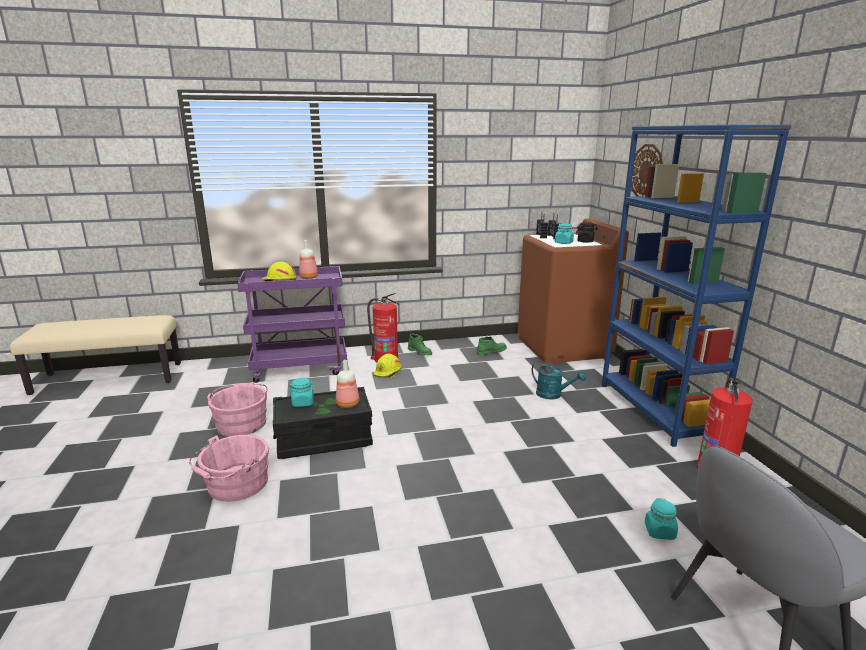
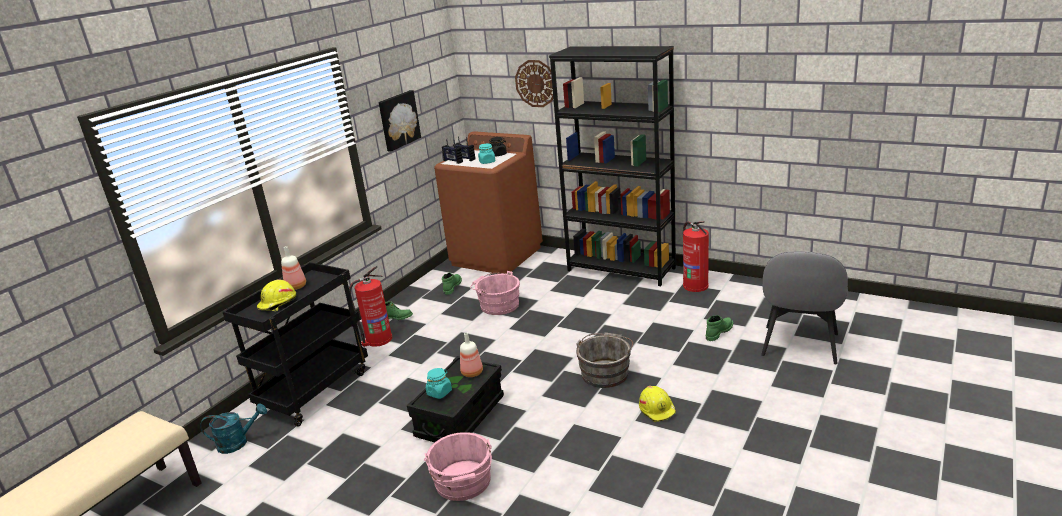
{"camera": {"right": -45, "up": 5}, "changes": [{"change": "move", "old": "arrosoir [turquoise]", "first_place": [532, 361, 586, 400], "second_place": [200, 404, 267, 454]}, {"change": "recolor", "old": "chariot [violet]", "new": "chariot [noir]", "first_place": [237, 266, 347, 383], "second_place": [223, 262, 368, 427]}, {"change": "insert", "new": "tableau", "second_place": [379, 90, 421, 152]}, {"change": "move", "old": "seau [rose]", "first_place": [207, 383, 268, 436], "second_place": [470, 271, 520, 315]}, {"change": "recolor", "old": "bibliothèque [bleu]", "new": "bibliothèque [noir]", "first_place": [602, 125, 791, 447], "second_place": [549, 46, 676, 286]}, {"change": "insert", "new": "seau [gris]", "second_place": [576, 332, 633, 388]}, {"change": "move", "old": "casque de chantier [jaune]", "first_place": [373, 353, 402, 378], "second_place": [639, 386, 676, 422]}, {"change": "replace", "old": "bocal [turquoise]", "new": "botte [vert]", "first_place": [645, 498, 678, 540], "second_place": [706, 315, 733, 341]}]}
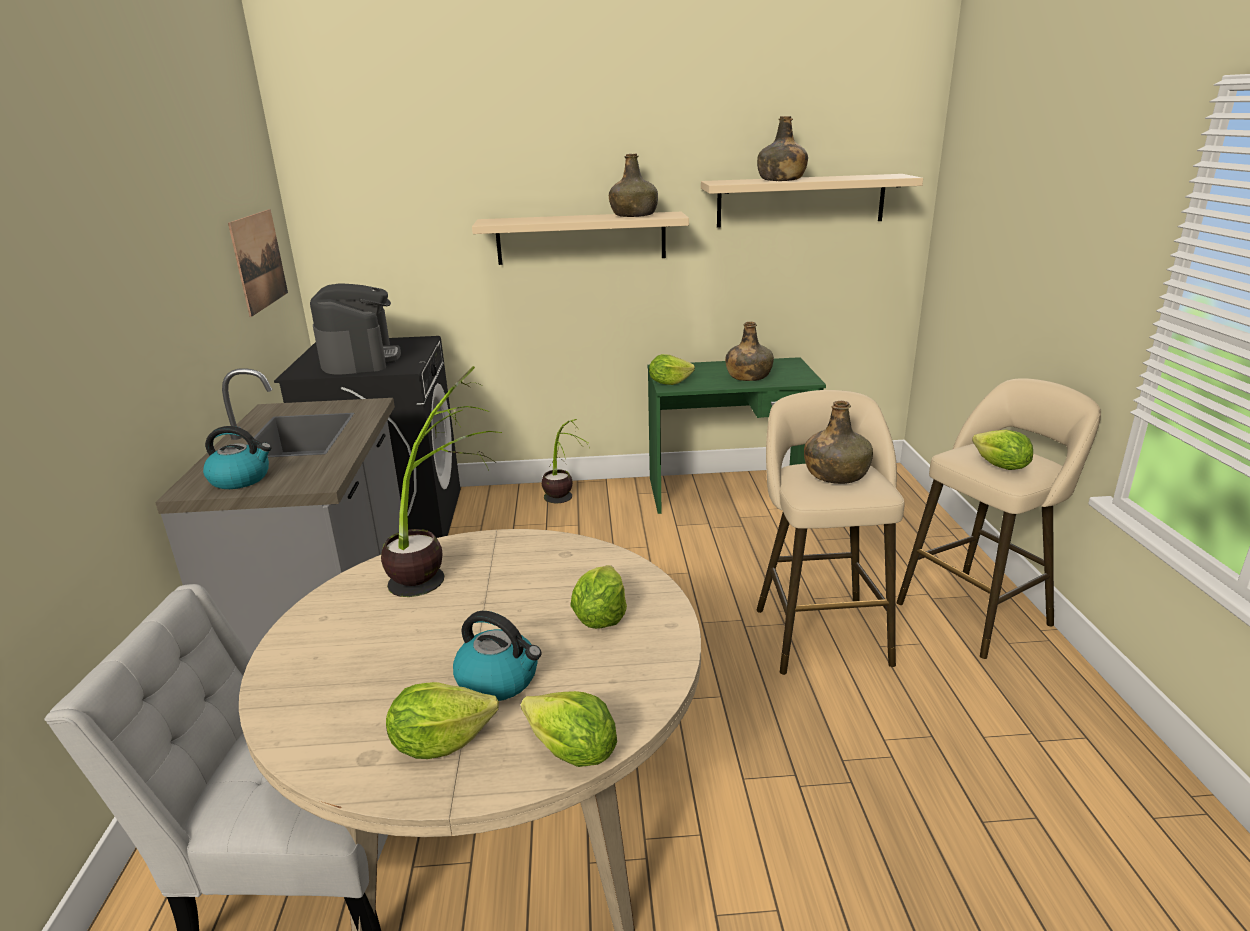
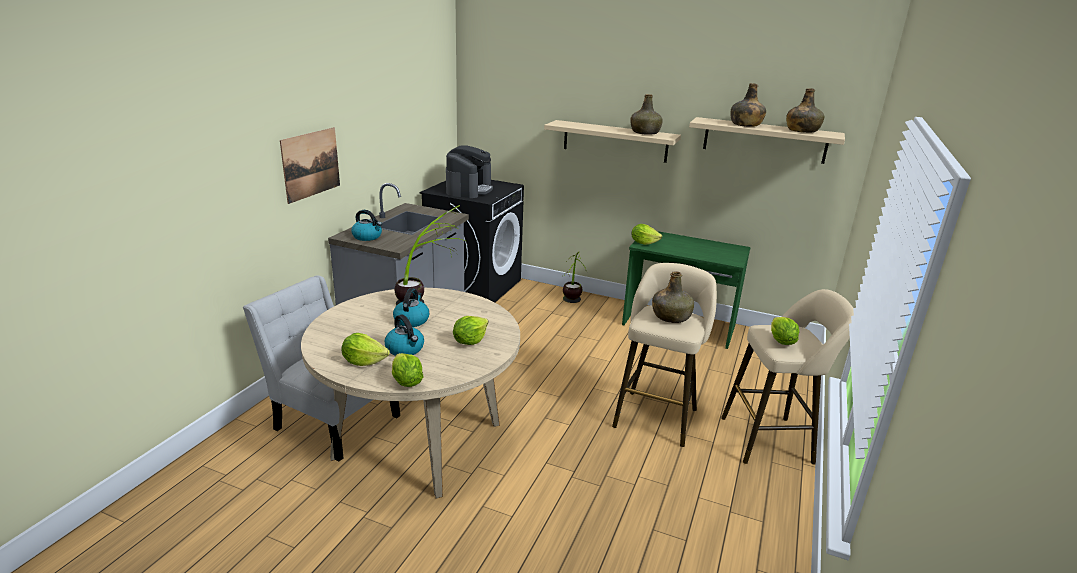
{"camera": {"right": 25, "up": 0}, "changes": [{"change": "move", "old": "tableau", "first_place": [228, 209, 288, 317], "second_place": [280, 127, 340, 204]}, {"change": "insert", "new": "bouilloire", "second_place": [393, 288, 429, 327]}, {"change": "move", "old": "bouteille [vert]", "first_place": [725, 322, 774, 381], "second_place": [786, 88, 824, 133]}]}
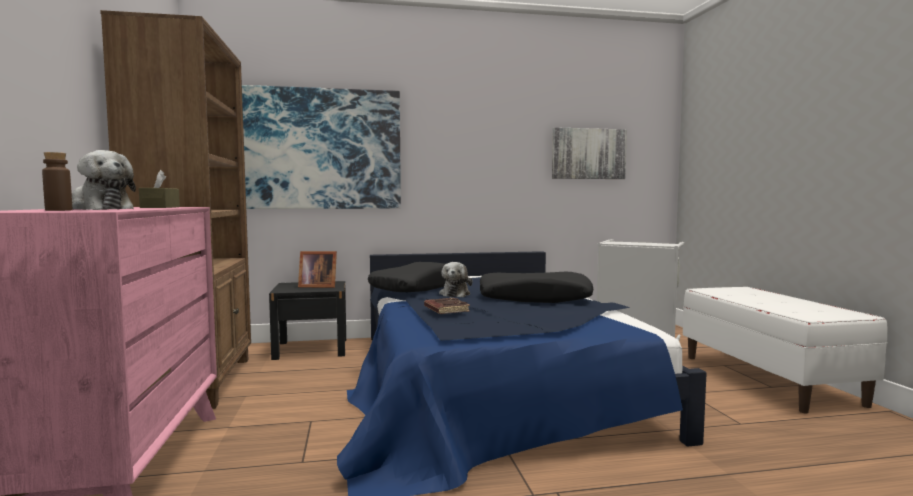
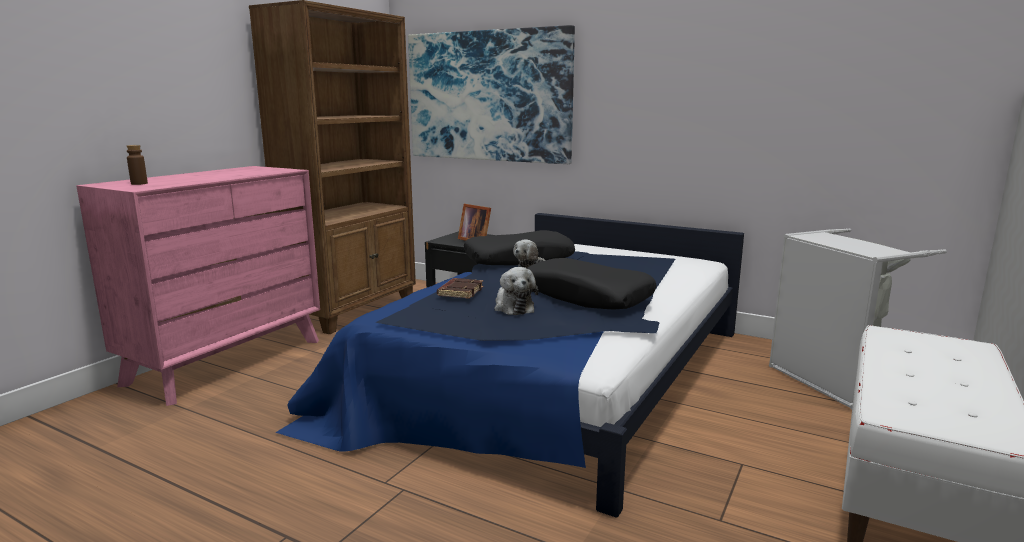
{"camera": {"right": 40, "up": 10}, "changes": [{"change": "move", "old": "peluche", "first_place": [72, 150, 136, 210], "second_place": [494, 267, 538, 315]}, {"change": "delete", "old": "boîte à mouchoirs [marron]", "first_place": [139, 170, 180, 208]}, {"change": "delete", "old": "tableau", "first_place": [552, 127, 627, 179]}]}
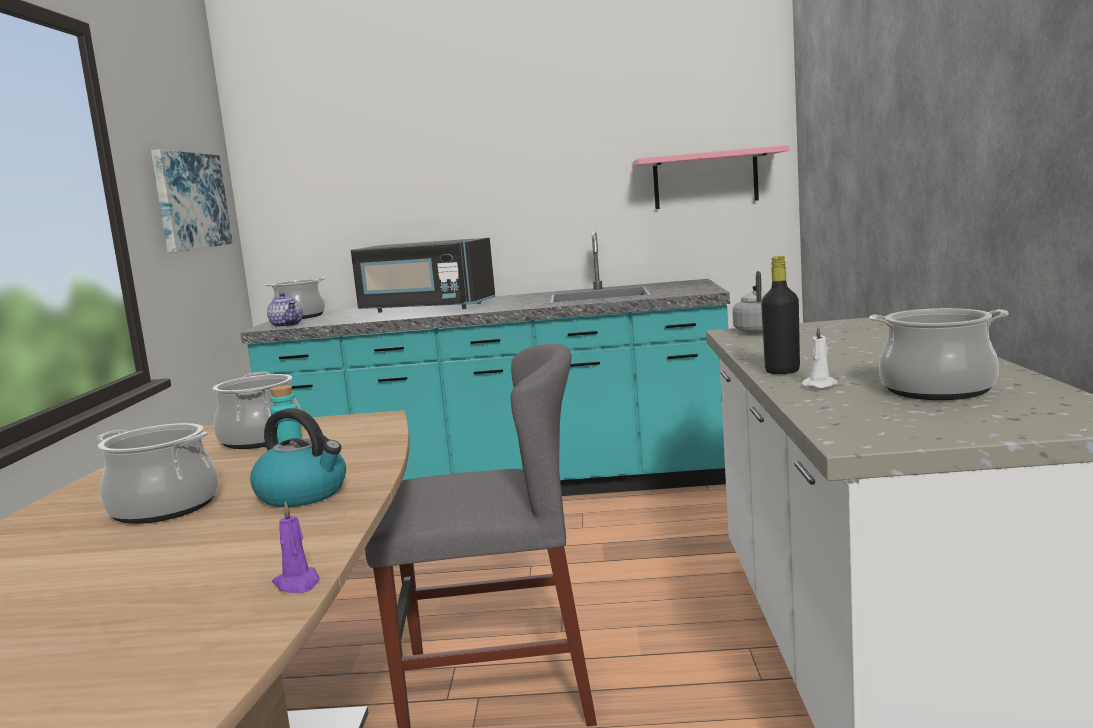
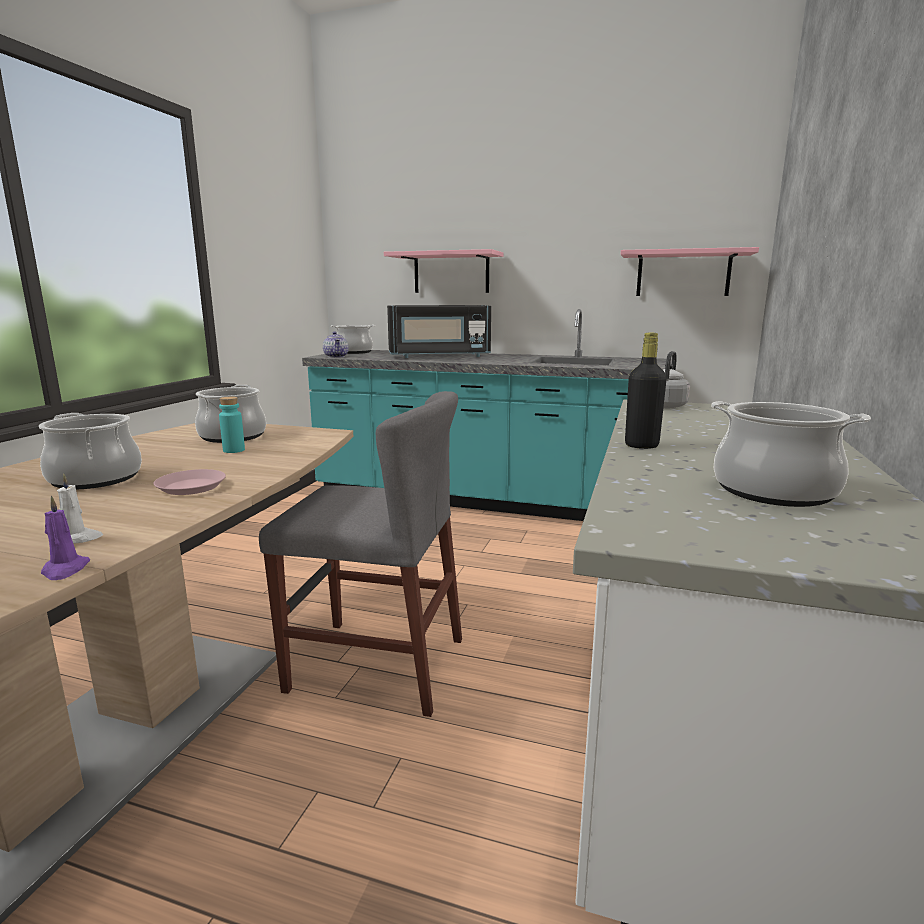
{"camera": {"right": 15, "up": 5}, "changes": [{"change": "move", "old": "bougie [blanc]", "first_place": [802, 324, 838, 388], "second_place": [57, 474, 103, 544]}, {"change": "replace", "old": "bouilloire", "new": "assiette [rose]", "first_place": [250, 408, 346, 507], "second_place": [153, 469, 226, 495]}, {"change": "insert", "new": "étagère [rose]", "second_place": [384, 249, 503, 293]}, {"change": "rotate", "old": "micro-ondes [noir]", "first_place": [351, 238, 495, 313], "second_place": [387, 305, 491, 358], "degrees": -45}, {"change": "delete", "old": "tableau", "first_place": [151, 149, 233, 253]}]}
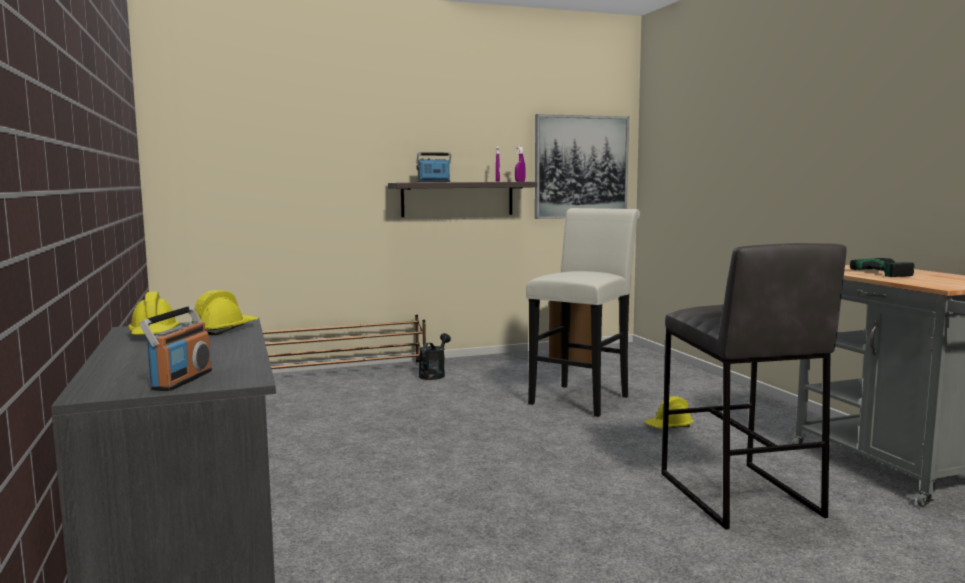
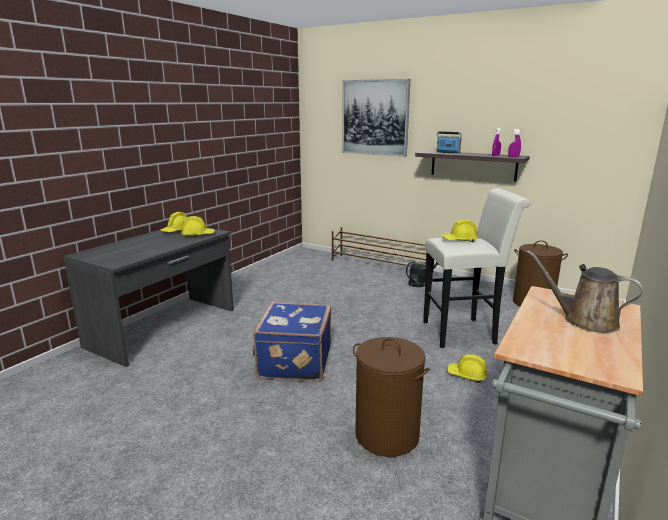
{"camera": {"right": 50, "up": 10}, "changes": [{"change": "insert", "new": "valise [bleu]", "second_place": [253, 302, 331, 382]}, {"change": "move", "old": "tableau", "first_place": [535, 114, 629, 219], "second_place": [342, 79, 411, 157]}, {"change": "replace", "old": "tabouret [gris]", "new": "panier à linge [marron]", "first_place": [661, 243, 846, 530], "second_place": [353, 337, 430, 457]}, {"change": "insert", "new": "casque de chantier [jaune]", "second_place": [442, 219, 478, 242]}, {"change": "replace", "old": "perceuse", "new": "arrosoir [marron]", "first_place": [850, 258, 914, 277], "second_place": [526, 251, 643, 333]}, {"change": "delete", "old": "radio", "first_place": [139, 306, 212, 391]}]}
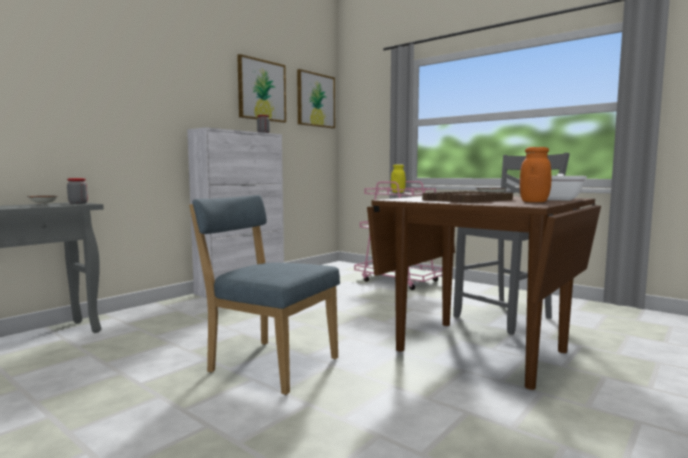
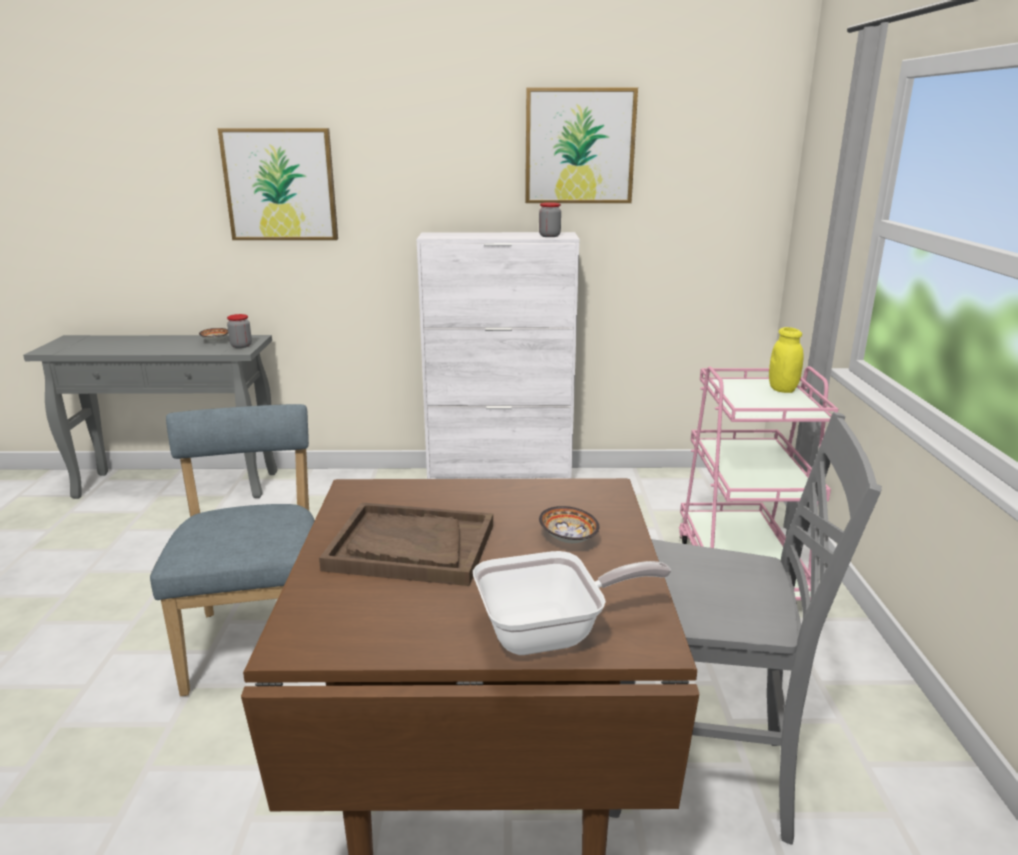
{"camera": {"right": 50, "up": 15}, "changes": [{"change": "move", "old": "tableau", "first_place": [297, 69, 335, 128], "second_place": [218, 128, 338, 240]}, {"change": "delete", "old": "bocal [orange]", "first_place": [520, 147, 551, 202]}]}
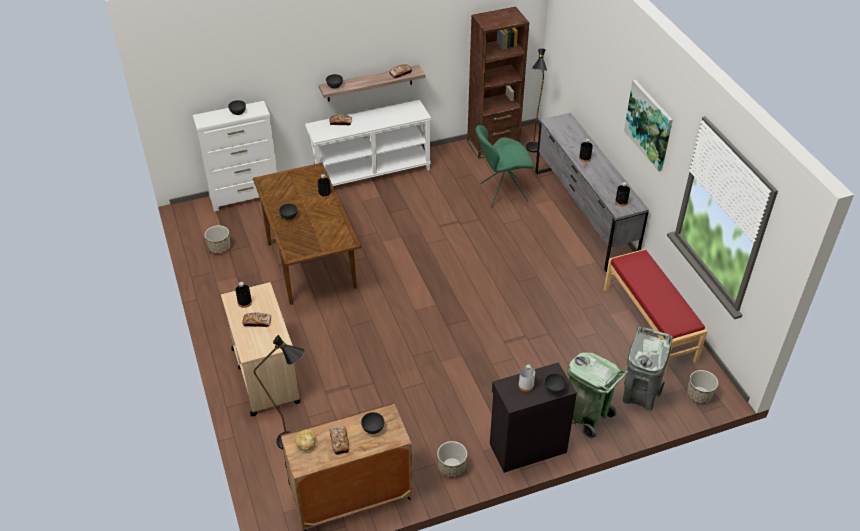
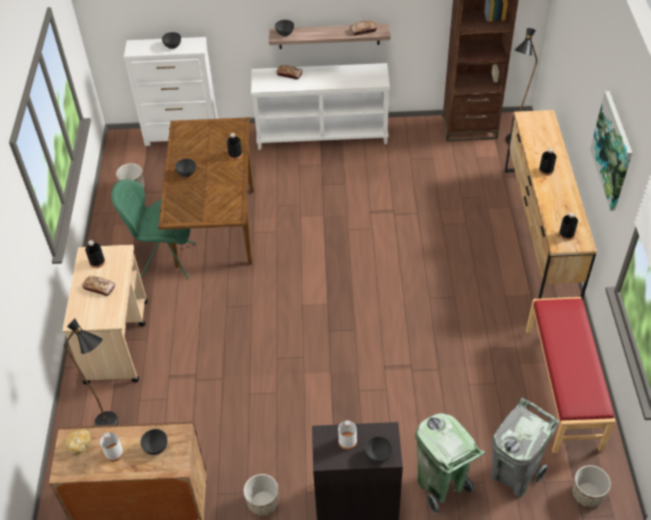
{"camera": {"right": 20, "up": 5}, "changes": [{"change": "replace", "old": "pain", "new": "bouteille [blanc]", "first_place": [329, 425, 349, 455], "second_place": [100, 432, 124, 462]}, {"change": "move", "old": "chaise [vert]", "first_place": [475, 125, 534, 207], "second_place": [111, 179, 196, 279]}, {"change": "recolor", "old": "commode [gris]", "new": "commode [marron]", "first_place": [535, 113, 649, 272], "second_place": [505, 110, 597, 300]}]}
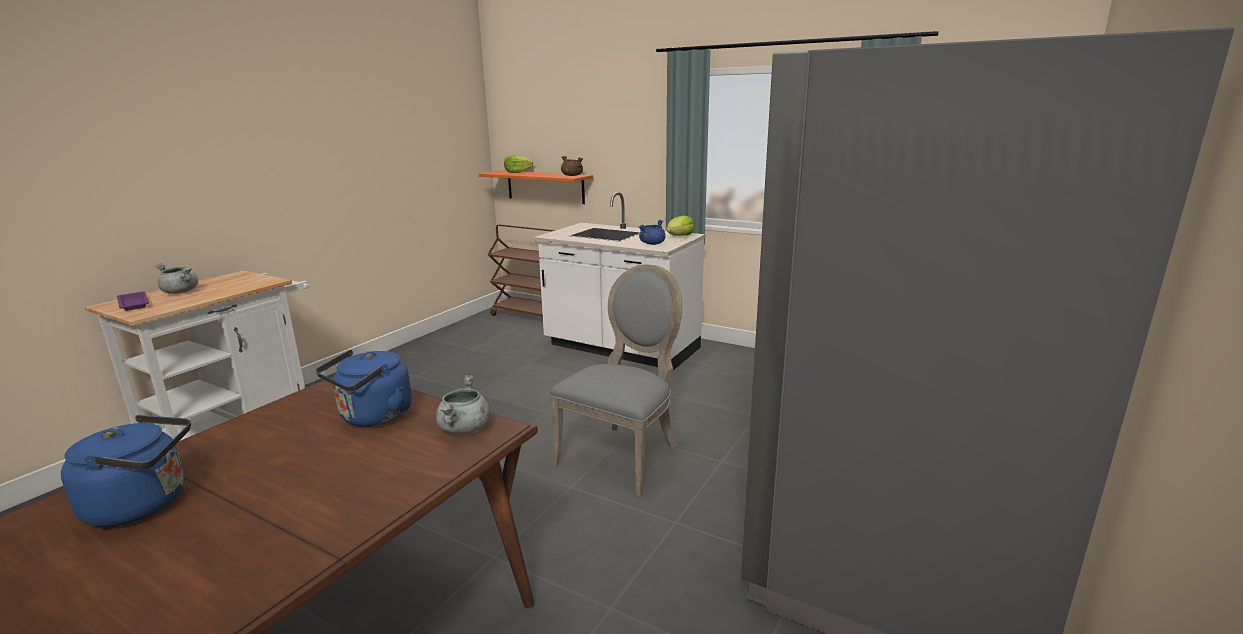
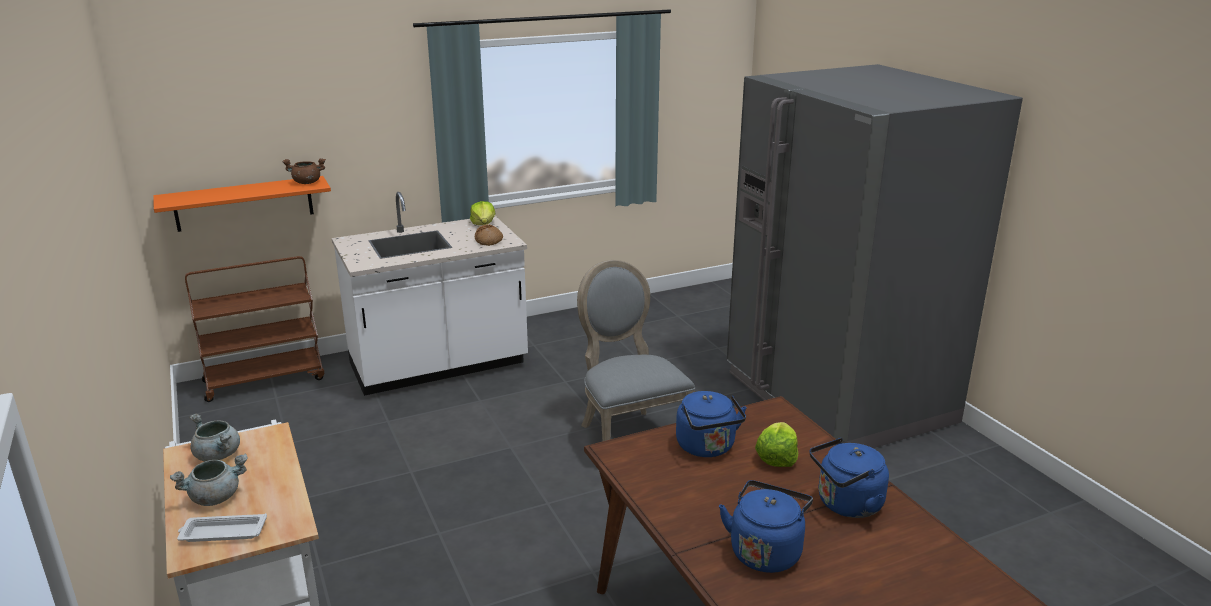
{"camera": {"right": -55, "up": 5}, "changes": [{"change": "recolor", "old": "plateau [violet]", "new": "plateau [blanc]", "first_place": [117, 291, 149, 311], "second_place": [177, 513, 267, 542]}, {"change": "move", "old": "marmite [gris]", "first_place": [436, 375, 490, 433], "second_place": [189, 414, 240, 462]}, {"change": "replace", "old": "marmite [bleu]", "new": "pain", "first_place": [639, 220, 666, 245], "second_place": [475, 224, 503, 246]}, {"change": "move", "old": "laitue", "first_place": [504, 156, 533, 173], "second_place": [755, 422, 798, 467]}, {"change": "insert", "new": "bouilloire [bleu]", "second_place": [809, 438, 889, 518]}]}
